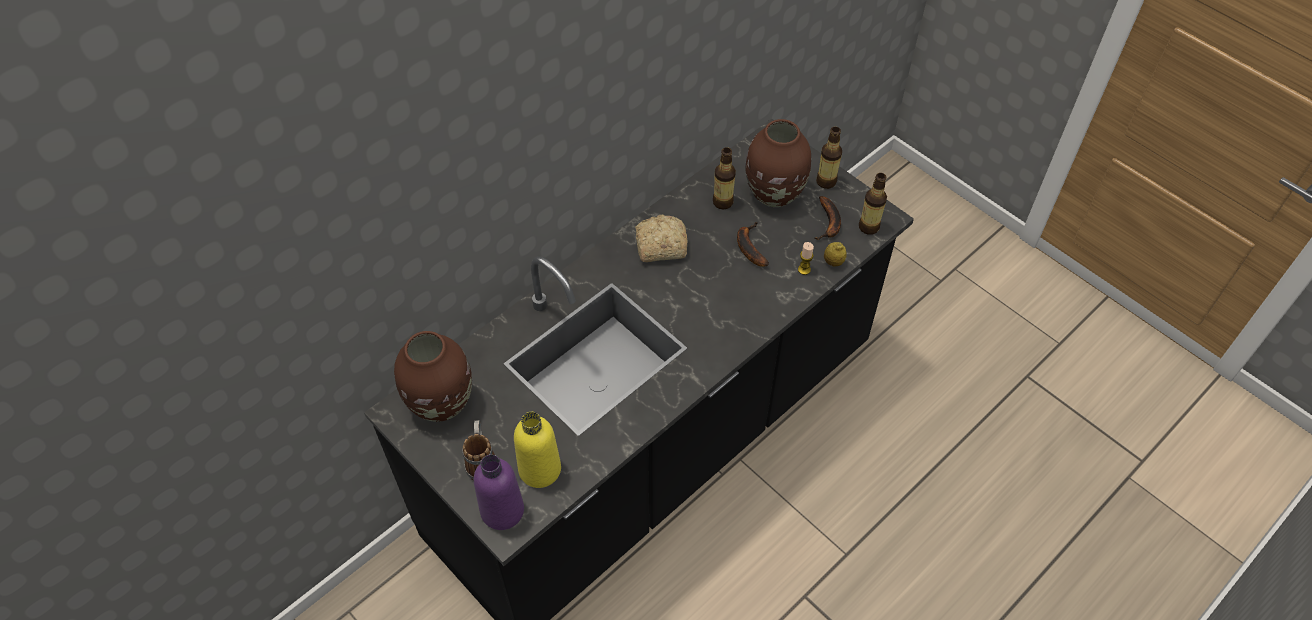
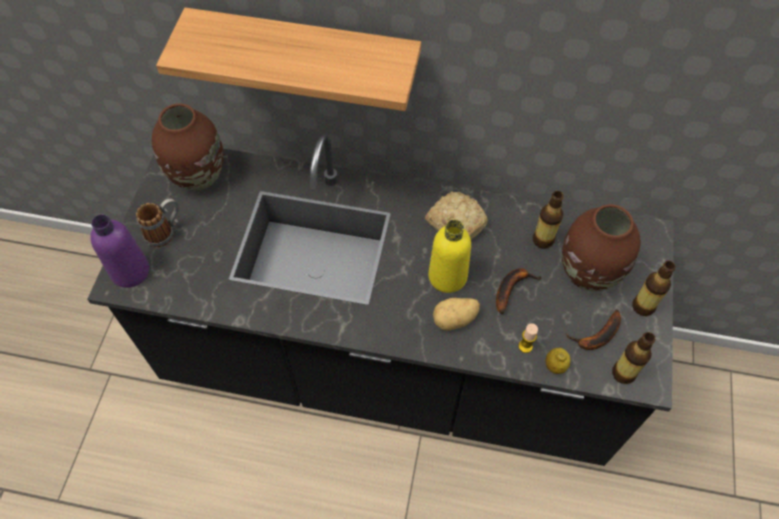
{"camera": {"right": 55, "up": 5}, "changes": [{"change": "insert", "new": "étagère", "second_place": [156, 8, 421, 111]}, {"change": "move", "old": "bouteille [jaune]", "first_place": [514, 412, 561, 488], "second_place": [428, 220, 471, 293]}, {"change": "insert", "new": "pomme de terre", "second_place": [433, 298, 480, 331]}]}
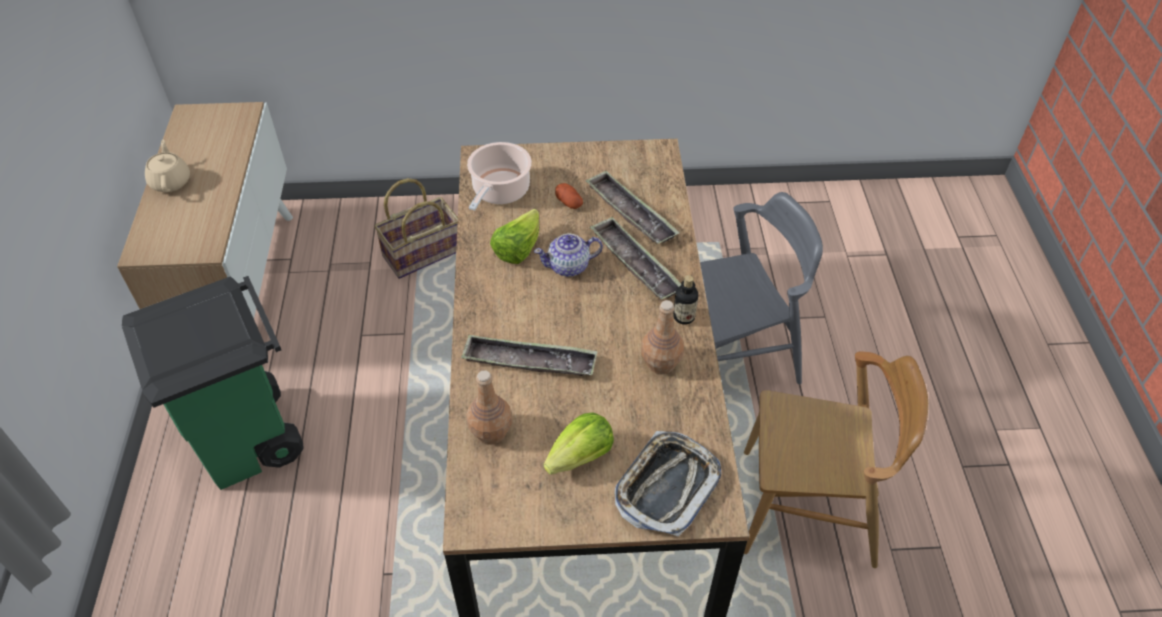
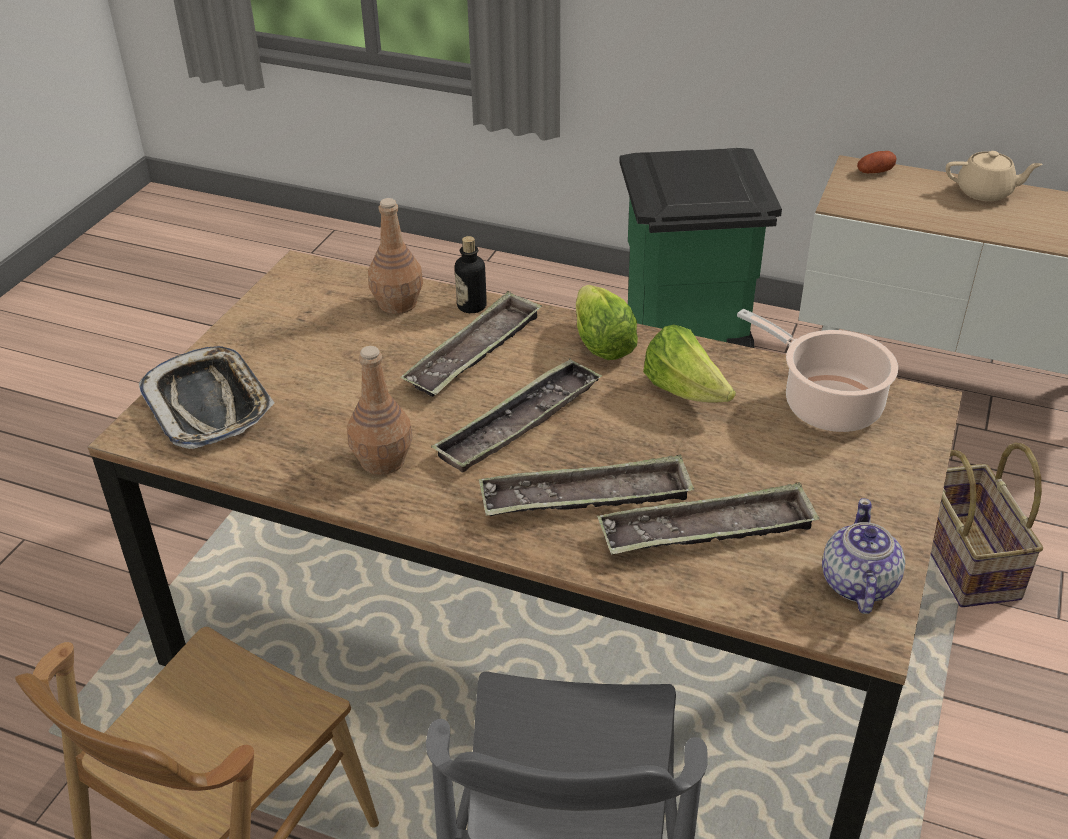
{"camera": {"right": 115, "up": -10}, "changes": [{"change": "insert", "new": "plateau", "second_place": [431, 358, 603, 472]}, {"change": "move", "old": "bouteille", "first_place": [673, 275, 698, 325], "second_place": [455, 236, 487, 313]}, {"change": "move", "old": "laitue", "first_place": [543, 412, 614, 475], "second_place": [576, 285, 638, 360]}, {"change": "move", "old": "théière", "first_place": [534, 233, 603, 277], "second_place": [822, 498, 905, 614]}, {"change": "move", "old": "pomme de terre", "first_place": [555, 183, 583, 209], "second_place": [857, 151, 897, 173]}]}
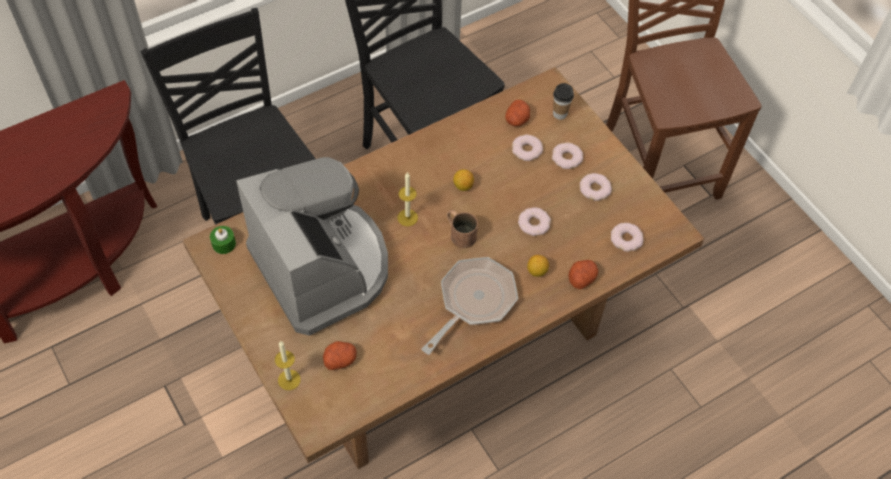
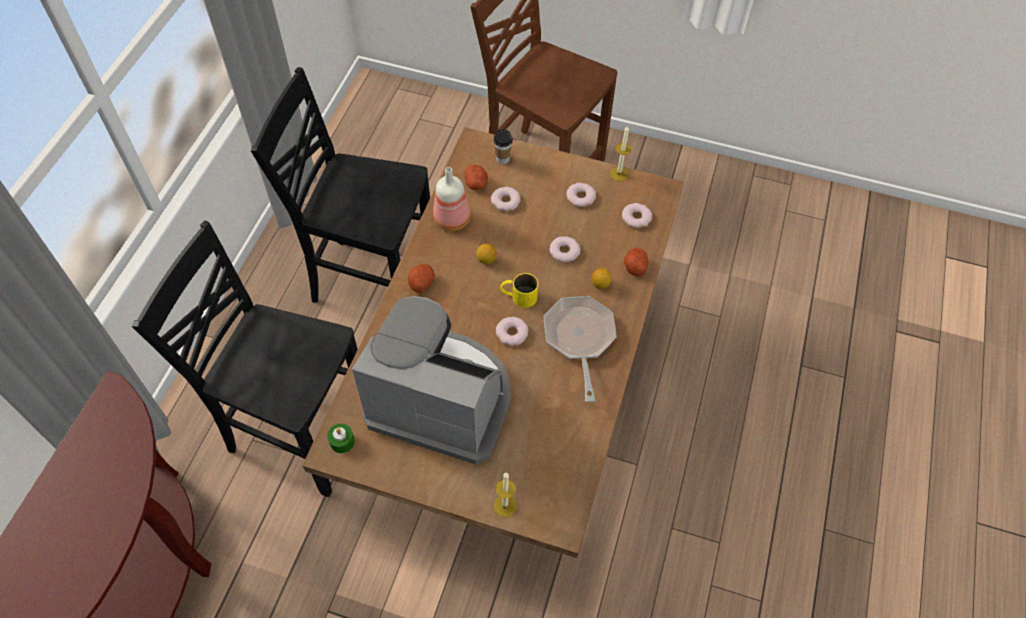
{"camera": {"right": -40, "up": 0}, "changes": [{"change": "move", "old": "pomme de terre", "first_place": [323, 341, 357, 370], "second_place": [408, 264, 435, 293]}, {"change": "insert", "new": "bouteille", "second_place": [433, 167, 470, 231]}, {"change": "move", "old": "beignet", "first_place": [552, 142, 583, 169], "second_place": [496, 317, 528, 346]}, {"change": "recolor", "old": "mug [marron]", "new": "mug [jaune]", "first_place": [447, 210, 478, 248], "second_place": [500, 273, 538, 308]}, {"change": "move", "old": "bougie", "first_place": [397, 173, 418, 226], "second_place": [610, 125, 631, 181]}]}
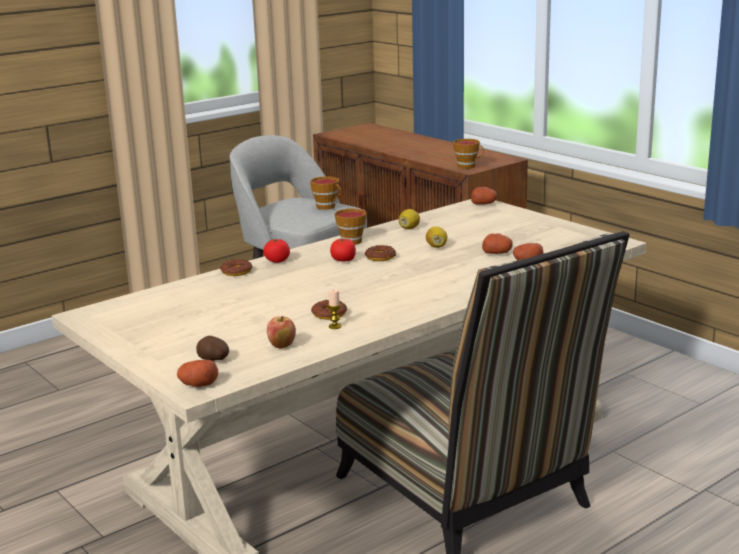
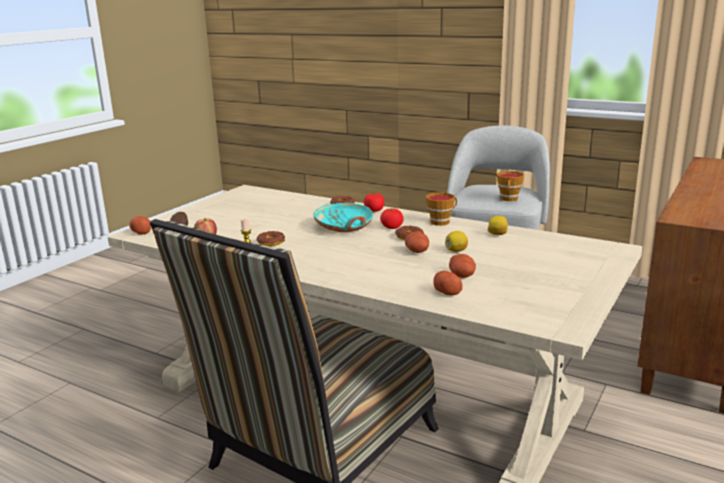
{"camera": {"right": 70, "up": 0}, "changes": [{"change": "insert", "new": "bol [turquoise]", "second_place": [314, 203, 373, 232]}, {"change": "move", "old": "pomme de terre", "first_place": [471, 187, 497, 205], "second_place": [405, 231, 429, 253]}, {"change": "delete", "old": "tasse", "first_place": [453, 139, 484, 169]}]}
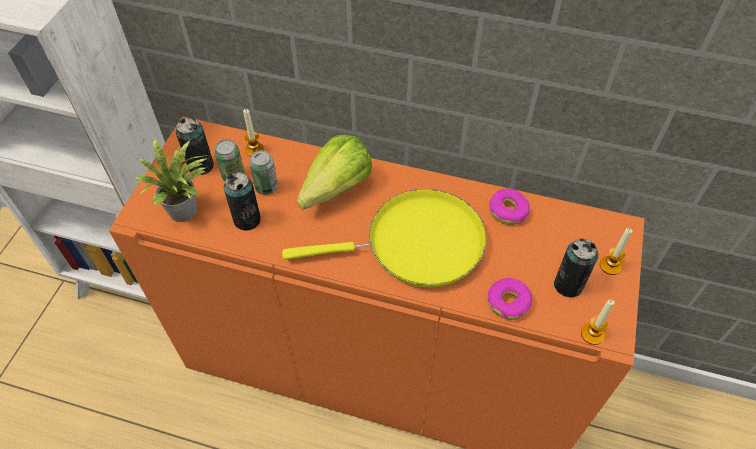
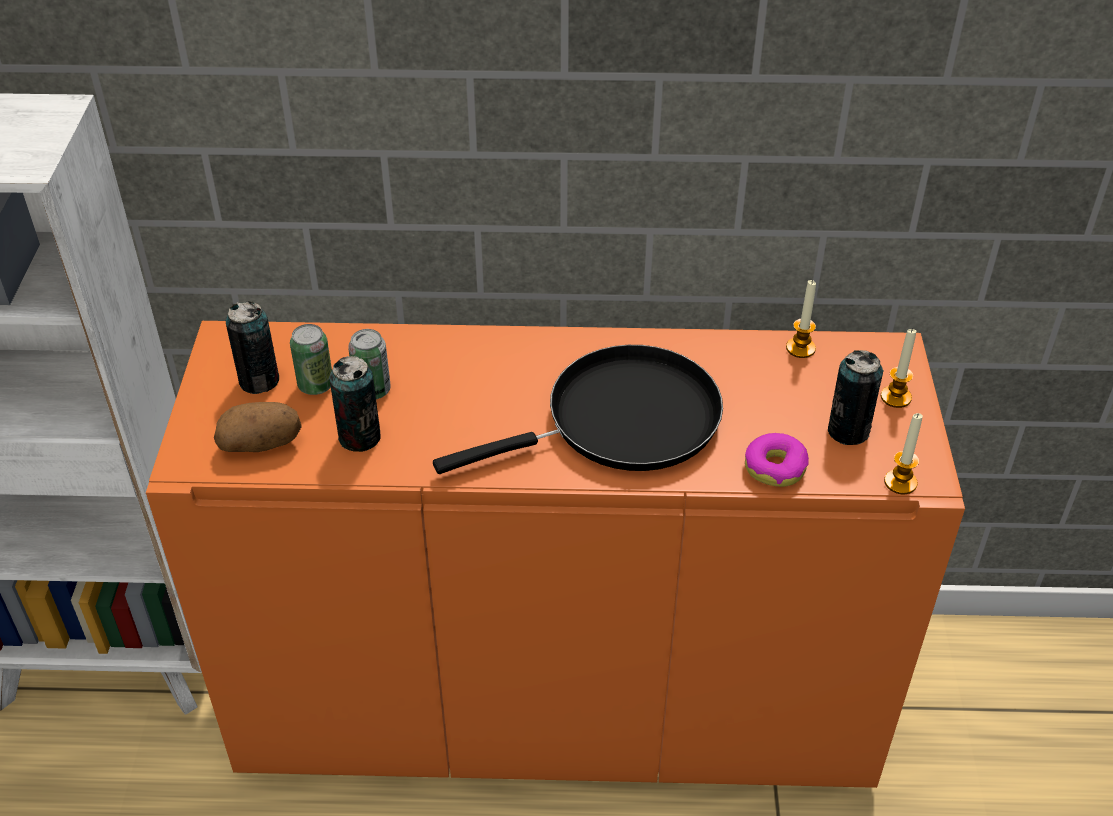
{"camera": {"right": -15, "up": -10}, "changes": [{"change": "replace", "old": "plante en pot", "new": "pomme de terre", "first_place": [136, 136, 208, 222], "second_place": [214, 402, 302, 452]}, {"change": "recolor", "old": "poêle [jaune]", "new": "poêle [noir]", "first_place": [282, 189, 487, 288], "second_place": [433, 345, 723, 474]}, {"change": "move", "old": "bougie", "first_place": [243, 109, 264, 157], "second_place": [786, 280, 816, 358]}, {"change": "delete", "old": "laitue", "first_place": [297, 135, 372, 210]}, {"change": "delete", "old": "beignet", "first_place": [489, 189, 530, 225]}]}
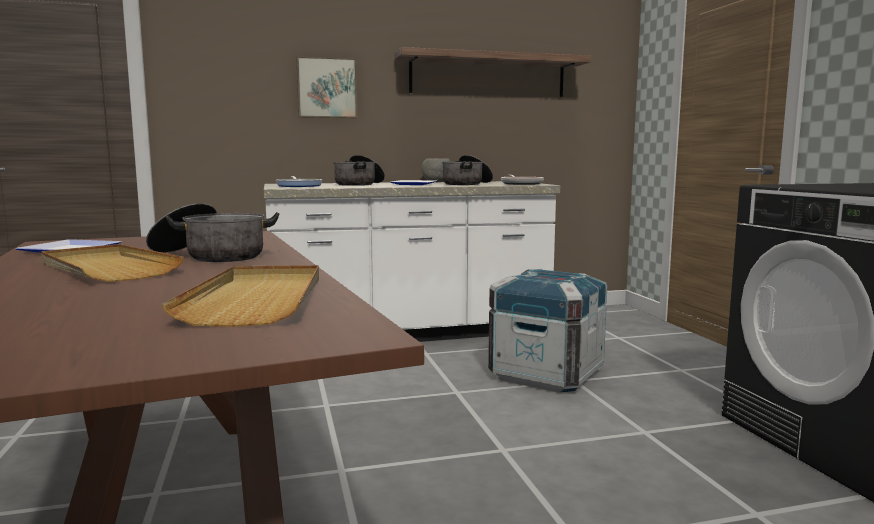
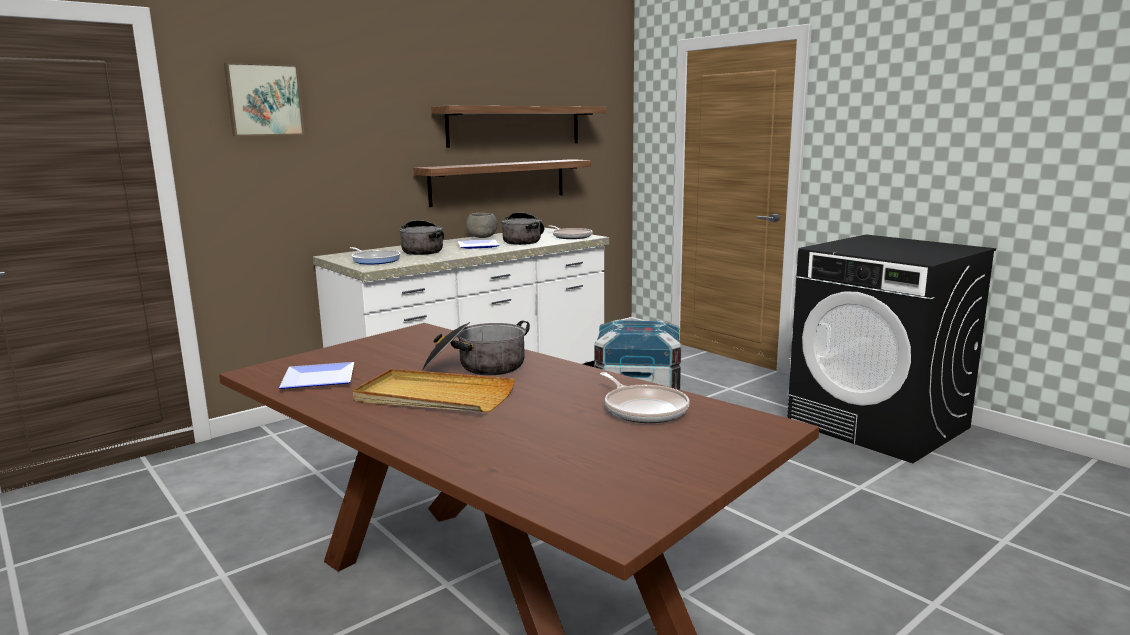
{"camera": {"right": -25, "up": 5}, "changes": [{"change": "move", "old": "tableau", "first_place": [296, 56, 357, 118], "second_place": [224, 62, 305, 136]}, {"change": "insert", "new": "étagère", "second_place": [413, 159, 591, 207]}, {"change": "replace", "old": "plateau [beige]", "new": "poêle", "first_place": [161, 265, 319, 327], "second_place": [600, 372, 690, 423]}]}
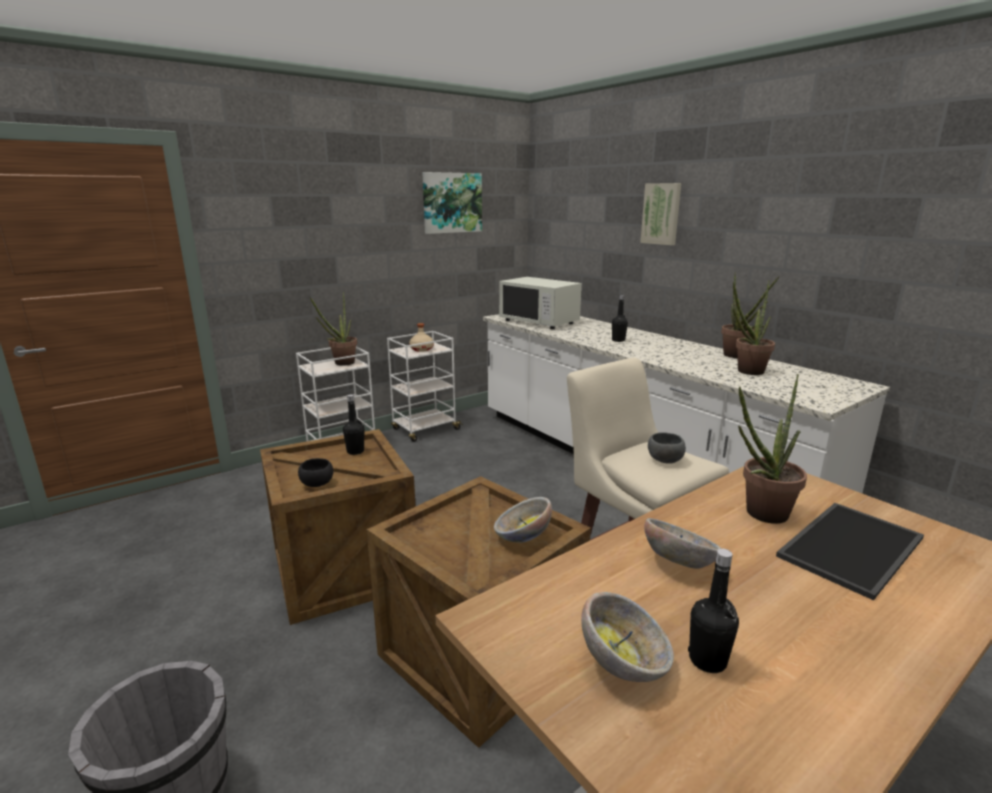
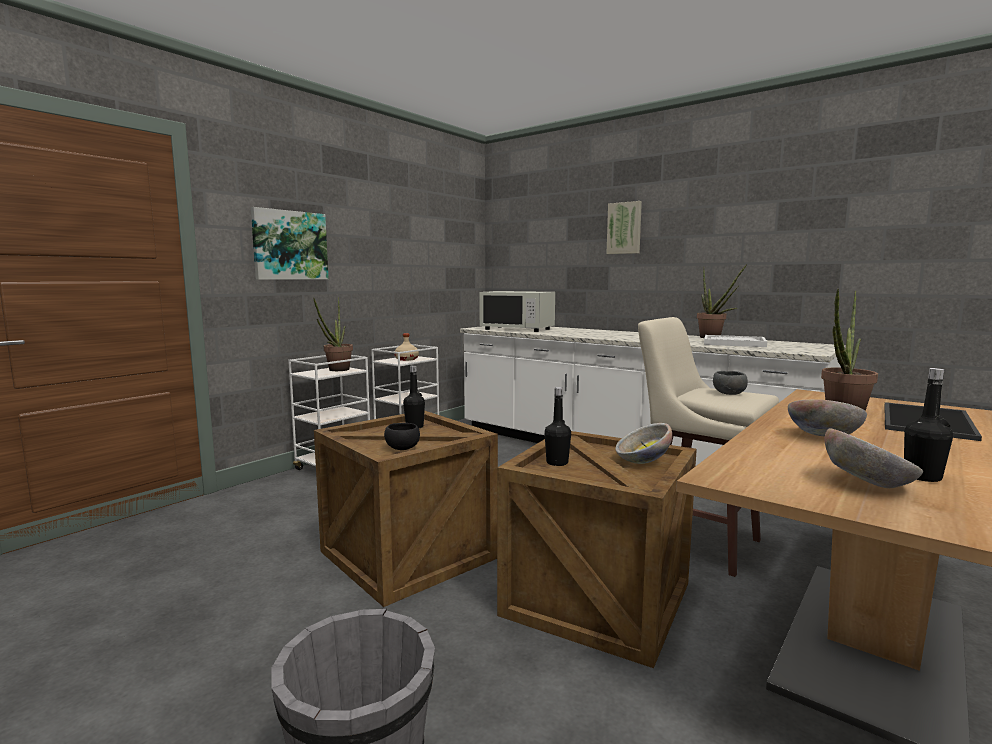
{"camera": {"right": -15, "up": -10}, "changes": [{"change": "move", "old": "tableau", "first_place": [422, 172, 482, 234], "second_place": [251, 207, 329, 280]}, {"change": "move", "old": "bouteille [noir]", "first_place": [612, 295, 628, 342], "second_place": [544, 387, 571, 466]}, {"change": "replace", "old": "plante en pot", "new": "plateau [blanc]", "first_place": [733, 281, 775, 375], "second_place": [704, 335, 767, 347]}]}
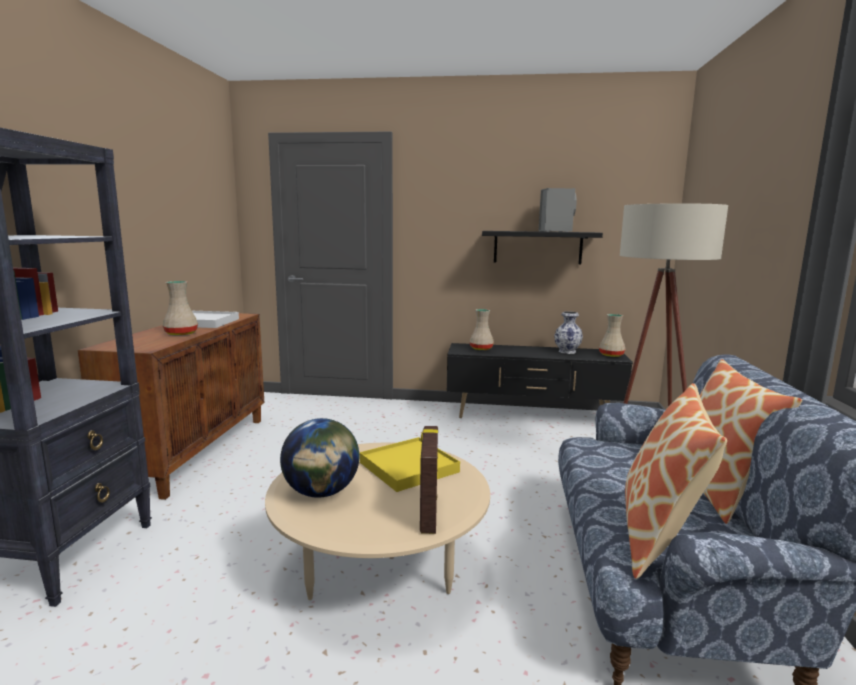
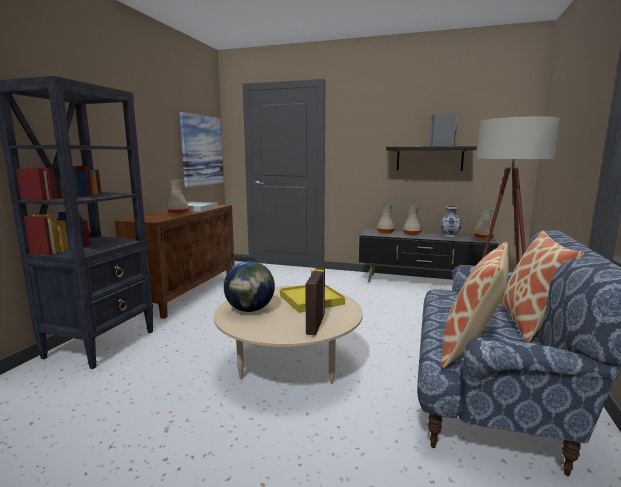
{"camera": {"right": 10, "up": 0}, "changes": [{"change": "insert", "new": "tableau", "second_place": [179, 112, 224, 188]}, {"change": "insert", "new": "vase [beige]", "second_place": [403, 205, 421, 235]}]}
